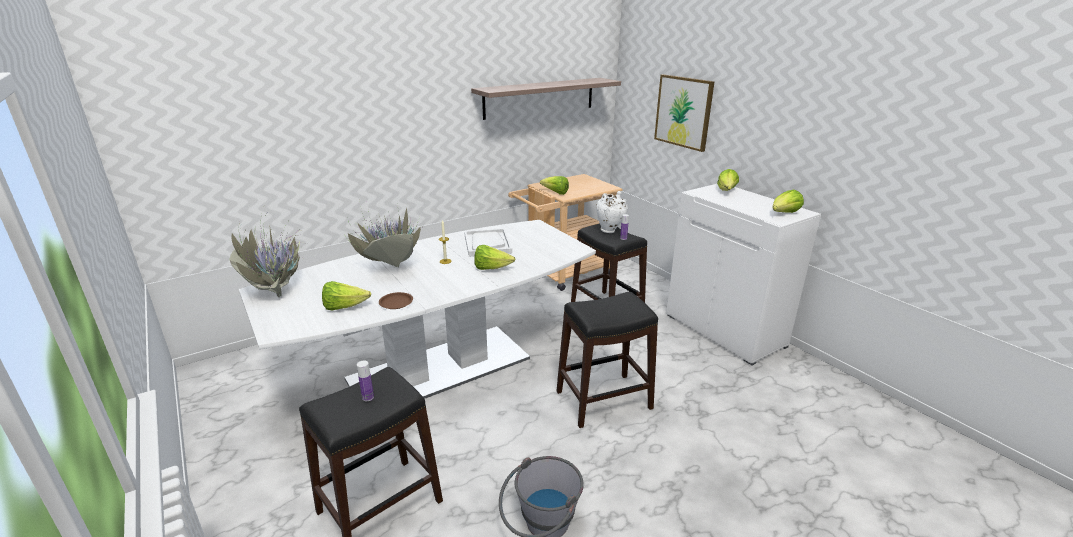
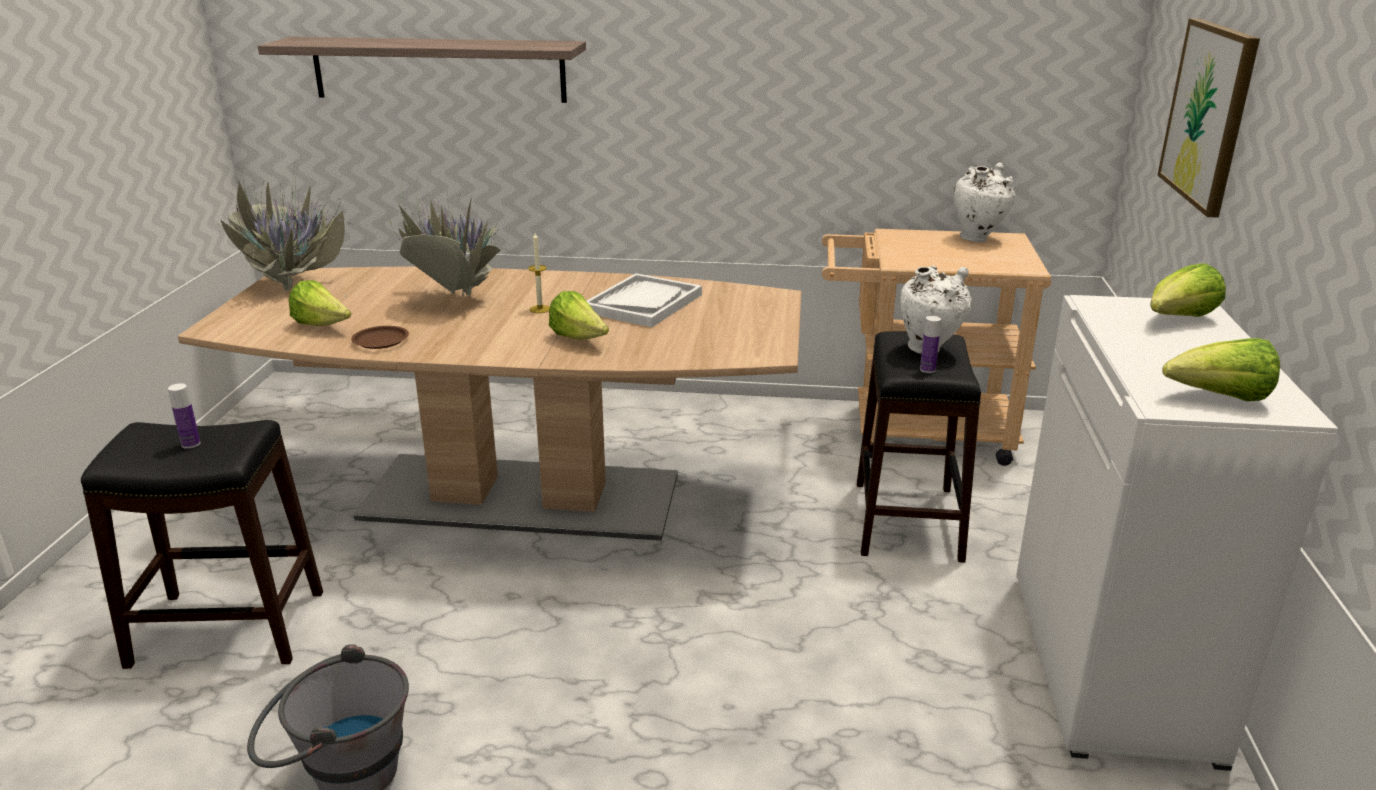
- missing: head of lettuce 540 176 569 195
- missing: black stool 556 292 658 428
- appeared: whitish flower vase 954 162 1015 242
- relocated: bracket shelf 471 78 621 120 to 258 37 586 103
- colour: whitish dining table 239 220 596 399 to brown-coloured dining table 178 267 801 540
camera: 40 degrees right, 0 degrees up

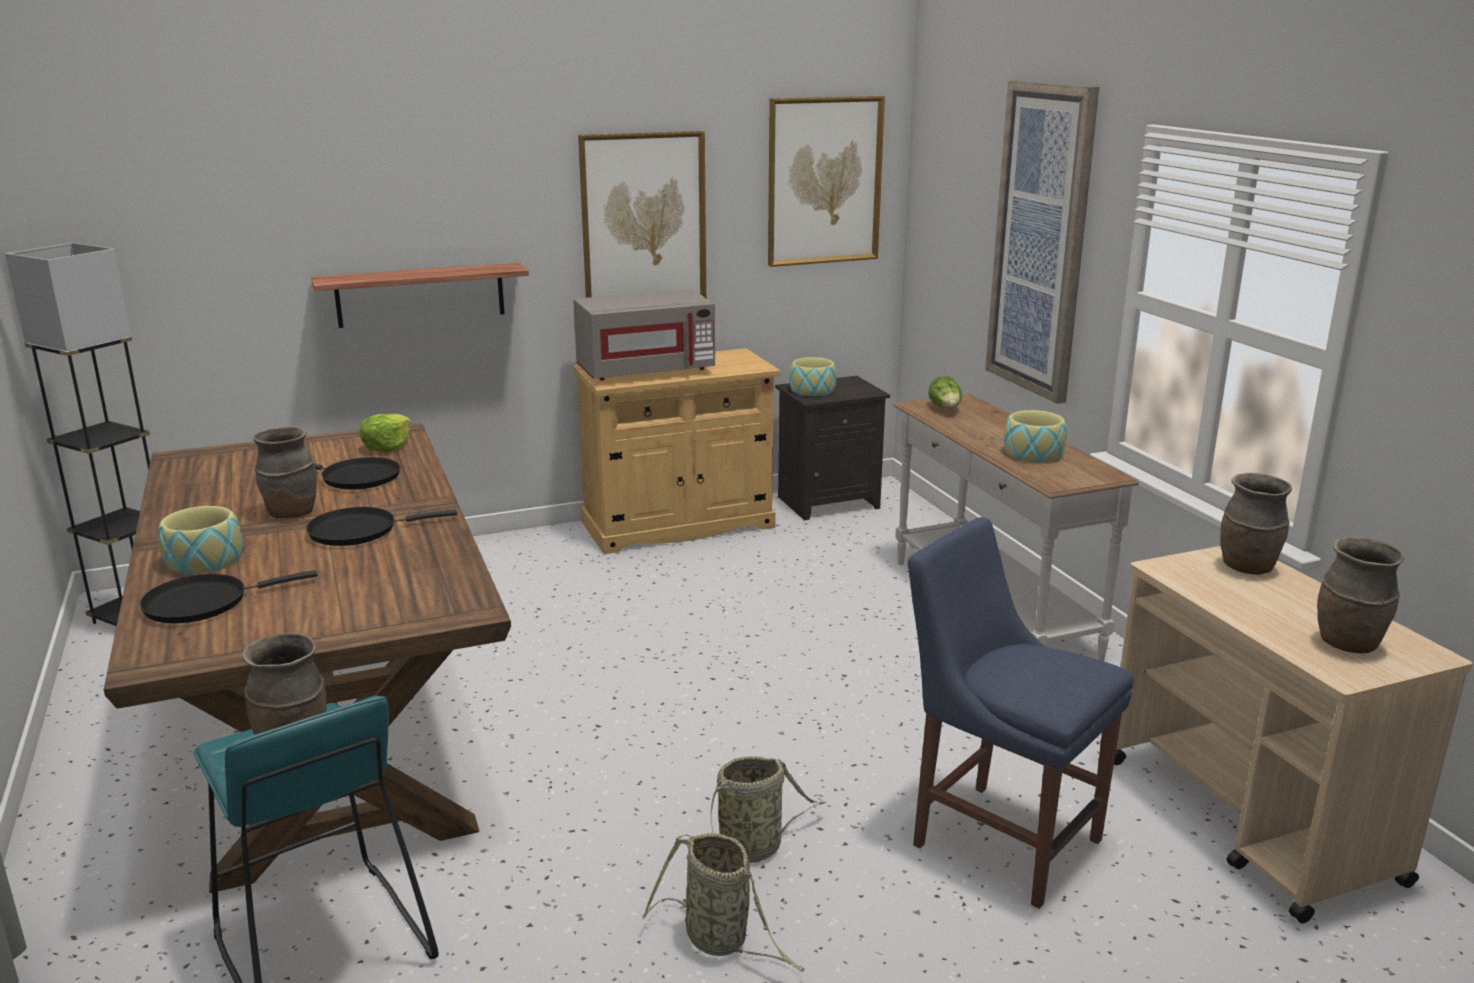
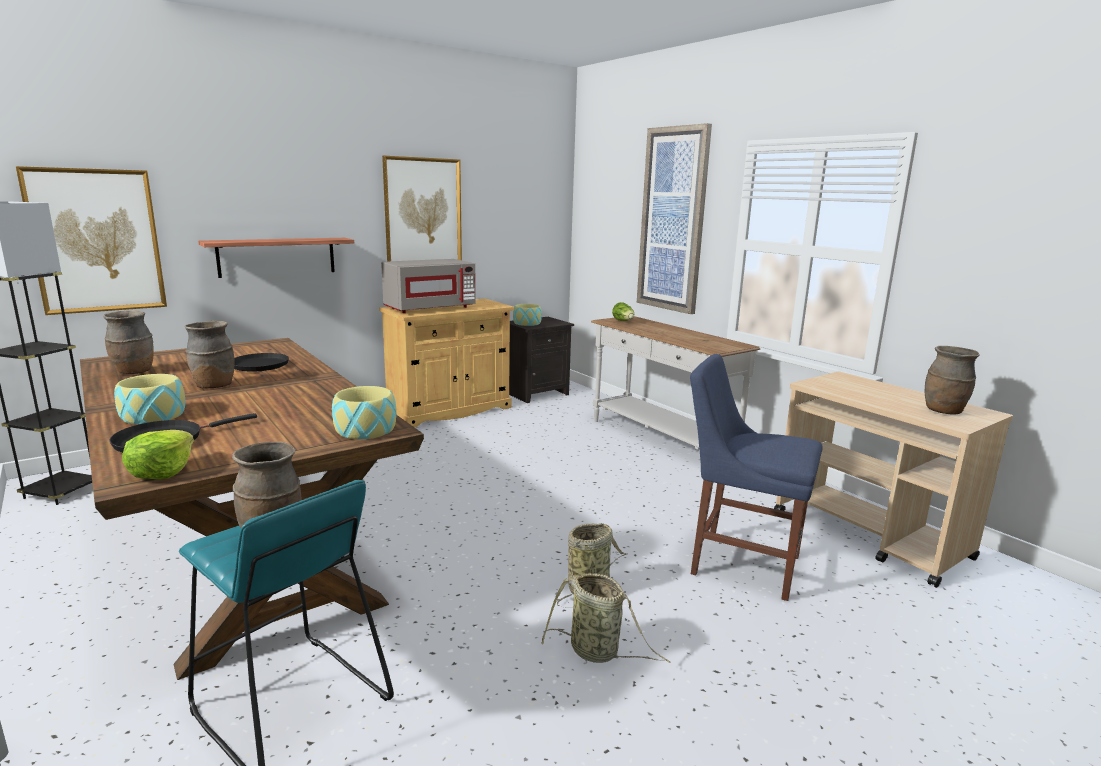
- missing: black frying pan 306 507 458 546
- relocated: head of lettuce 360 414 411 452 to 122 430 194 479
- relocated: wall picture 768 96 885 267 to 16 166 167 315
- relocated: bowl 1004 410 1067 462 to 332 386 397 439
- relocated: brown-coloured flower vase 1220 473 1292 574 to 103 310 154 374
camera: 15 degrees left, 5 degrees down

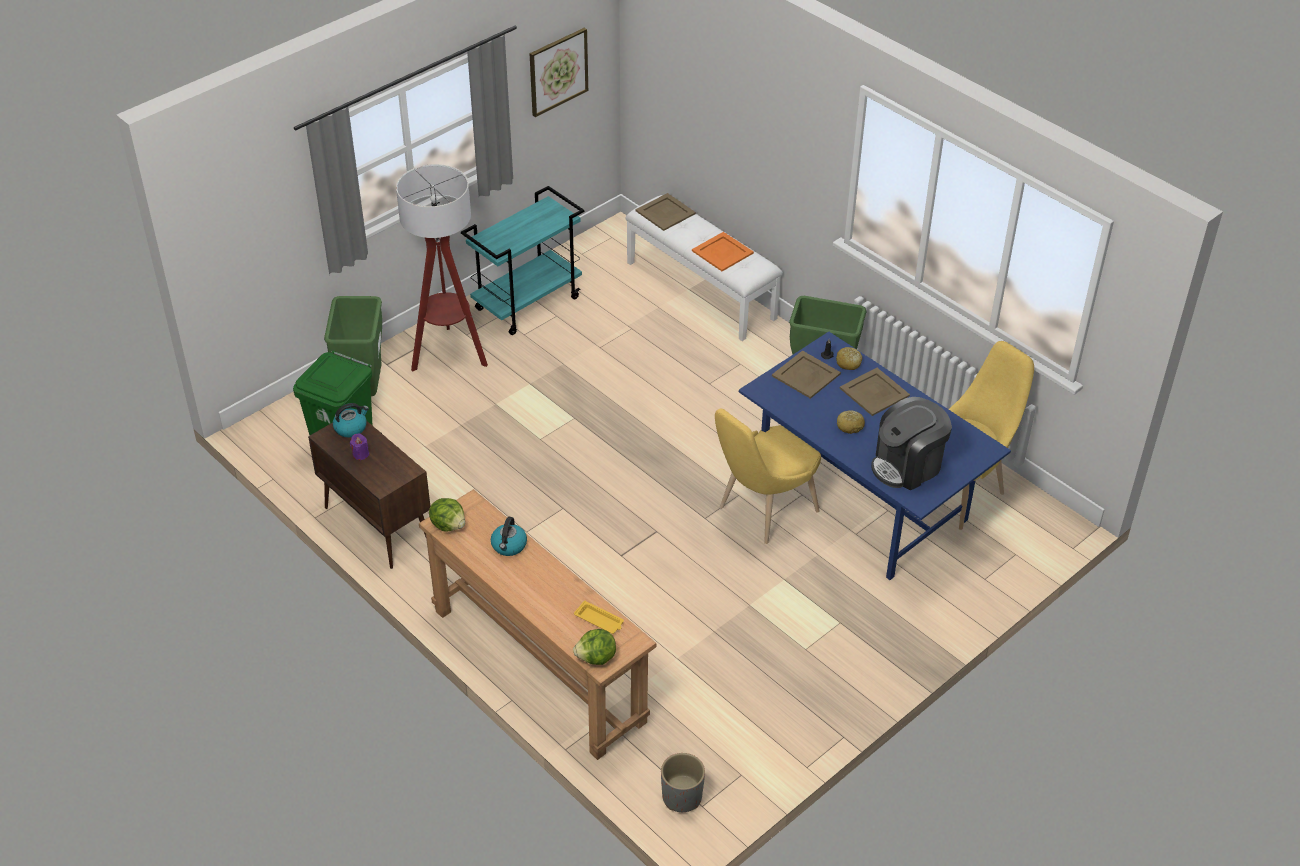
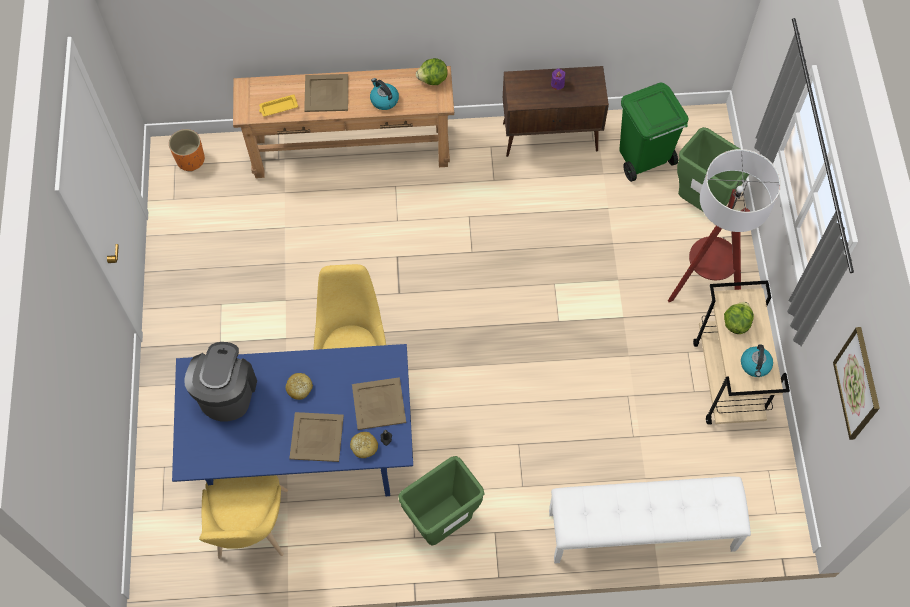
- missing: orange-coloured serving tray 692 232 754 271
- relocated: tea kettle 333 403 369 438 to 741 344 773 377
- relocated: head of lettuce 573 629 616 665 to 724 302 754 334
- relocated: beige serving tray 636 193 696 231 to 304 74 348 112
- colour: turquoise wheeled cart 461 186 584 335 to beige wheeled cart 693 281 790 424
- colour: grey flower pot 661 753 705 812 to orange-coloured flower pot 169 129 205 172
camera: 130 degrees right, 20 degrees up

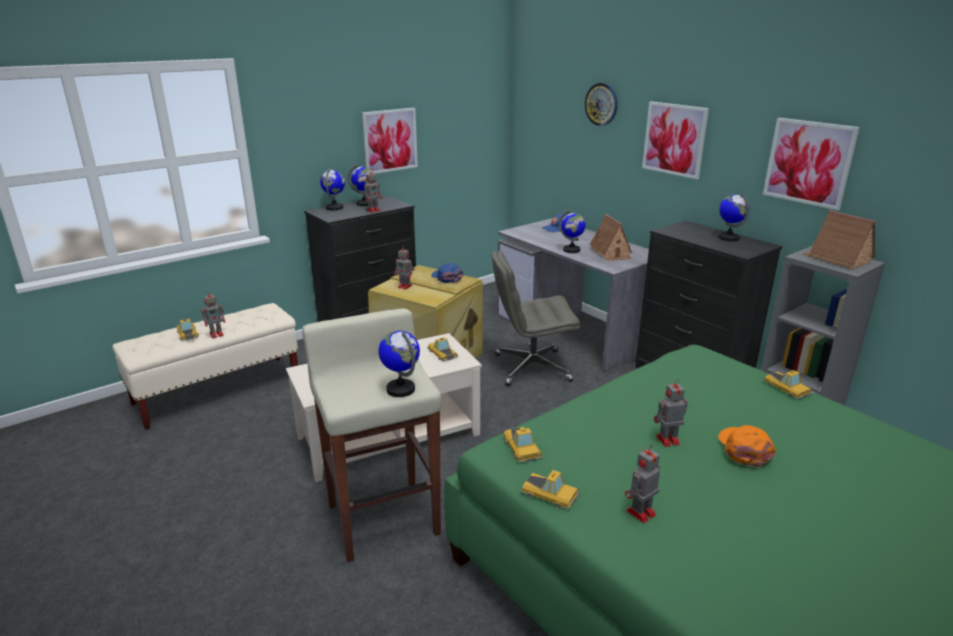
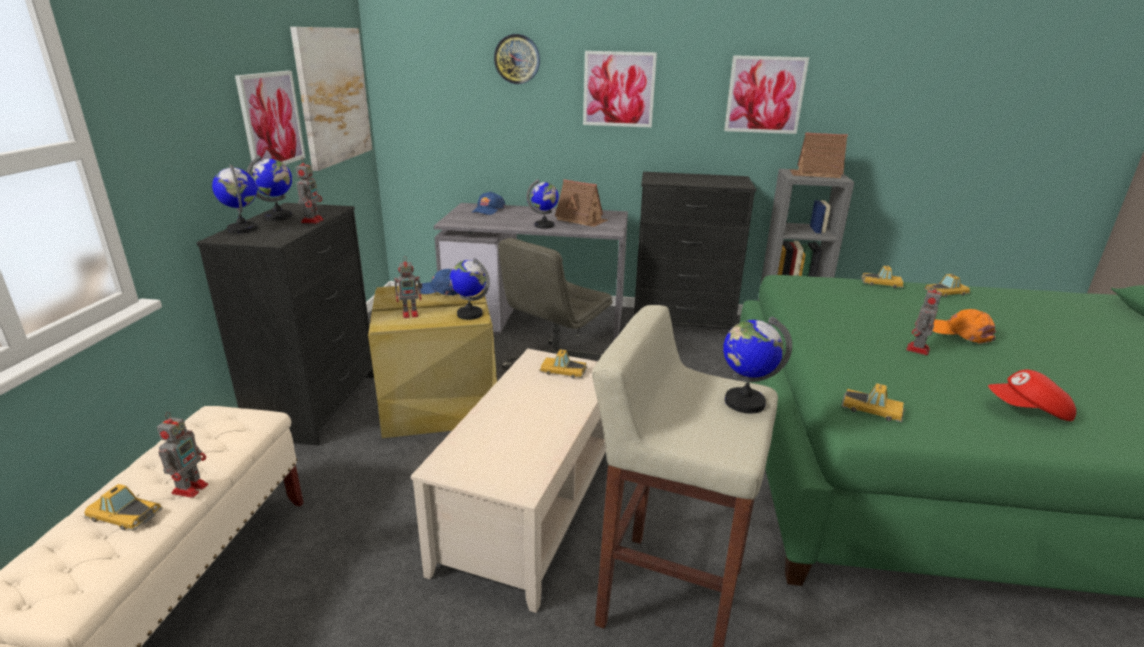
- appeared: wall picture 290 27 372 171
- relocated: toy car 521 470 580 509 to 924 274 970 297
- relocated: globe 719 193 749 241 to 450 258 490 320
- exchanged: toy robot 625 445 660 523 to reddish baseball cap 988 370 1076 421
camera: 45 degrees left, 0 degrees up

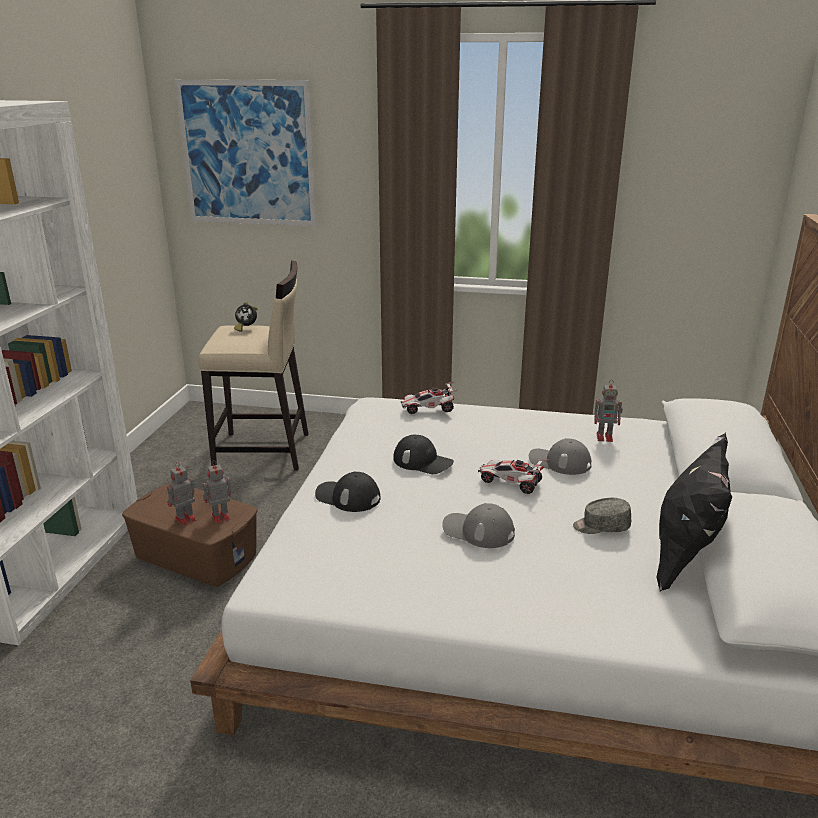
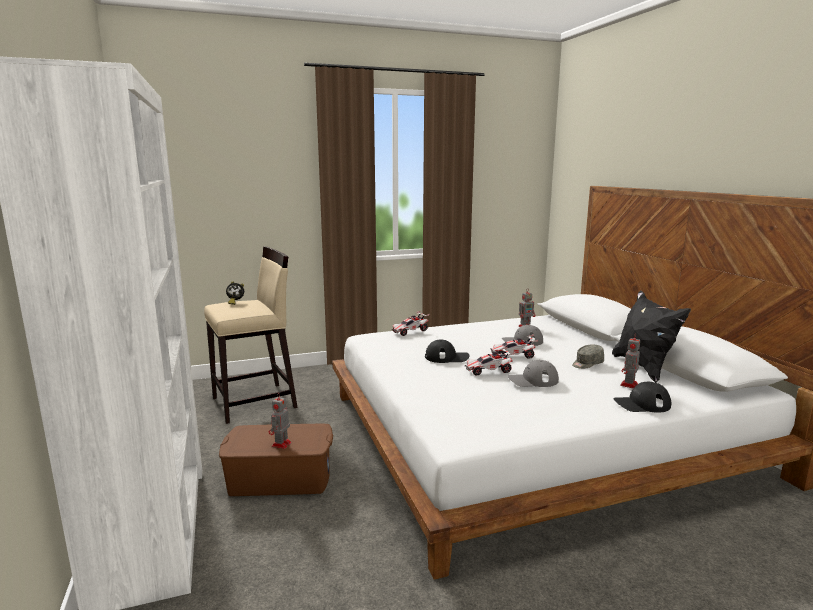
- missing: wall picture 174 79 317 226
- appeared: toy car 465 347 515 376
- relocated: toy robot 203 460 231 524 to 620 333 640 388
- relocated: black baseball cap 315 472 381 512 to 613 382 671 413
camera: 30 degrees left, 10 degrees down

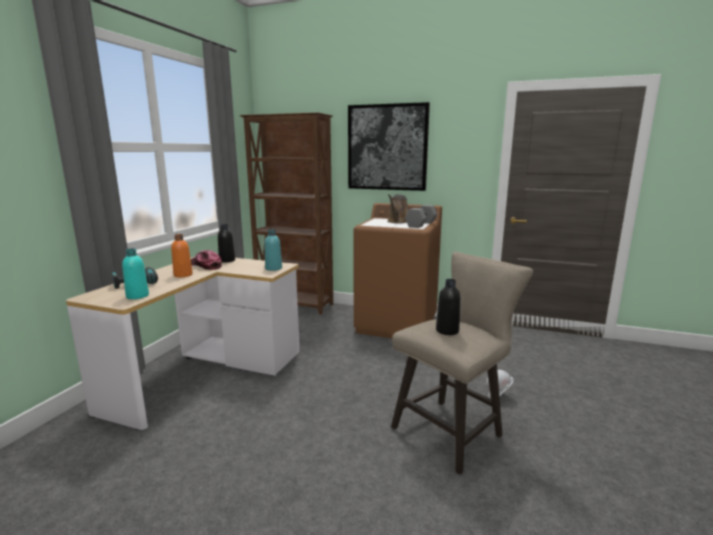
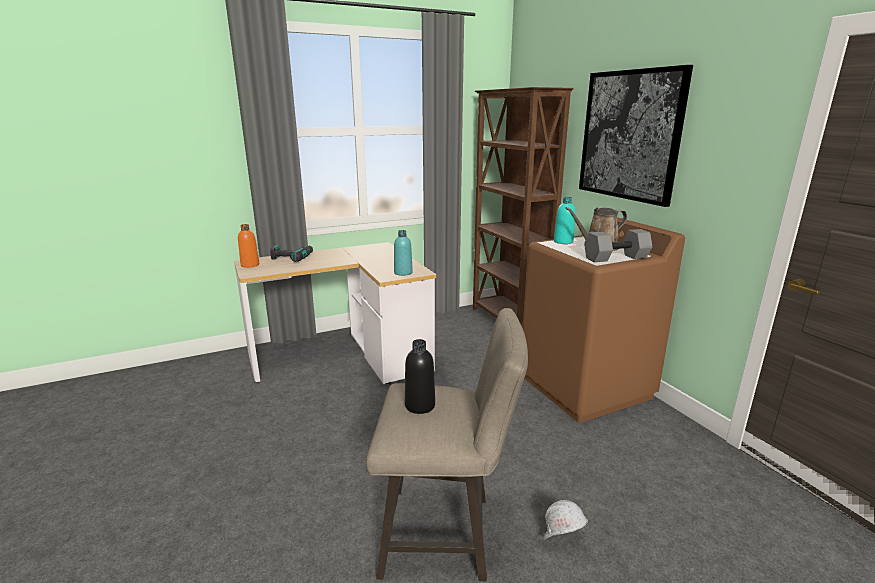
- missing: baseball cap 191 250 222 270
- missing: black beverage bottle 218 224 235 263
- relocated: turquoise beverage bottle 122 248 149 299 to 554 197 575 244
- relocated: orange-coloured beverage bottle 171 234 193 277 to 238 224 259 268
camera: 45 degrees right, 5 degrees up

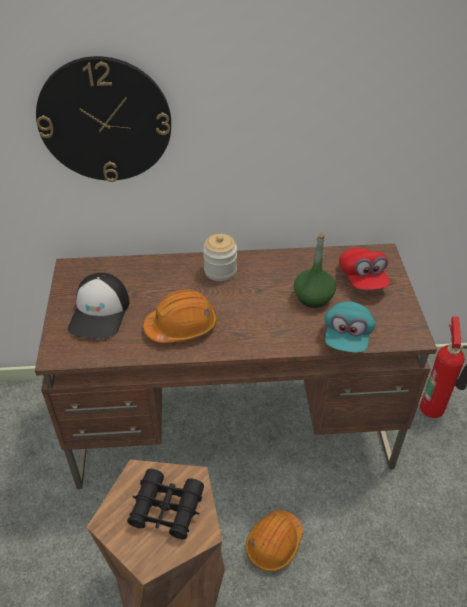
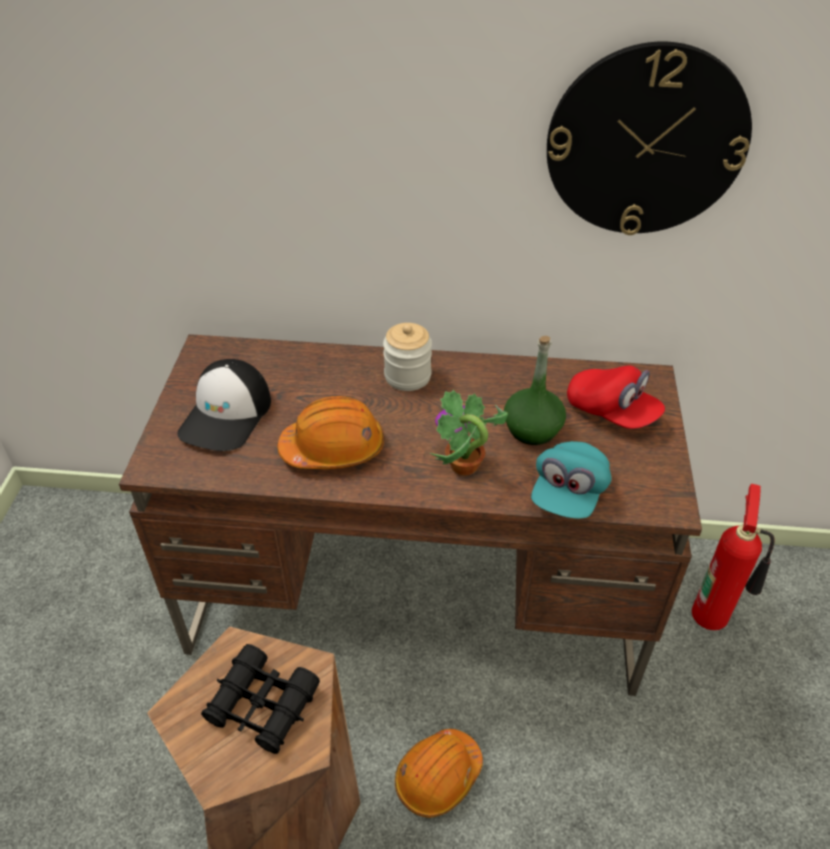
- appeared: plant in a pot 430 390 508 476
- relocated: hanging clock 36 56 171 182 to 547 42 752 235
- spun: reddish baseball cap 339 248 391 290 = 567 366 665 429 45 degrees counterclockwise
camera: 10 degrees right, 0 degrees up

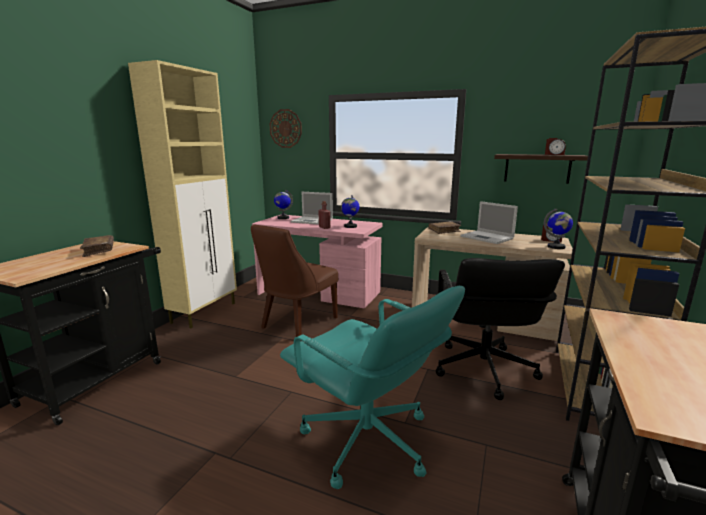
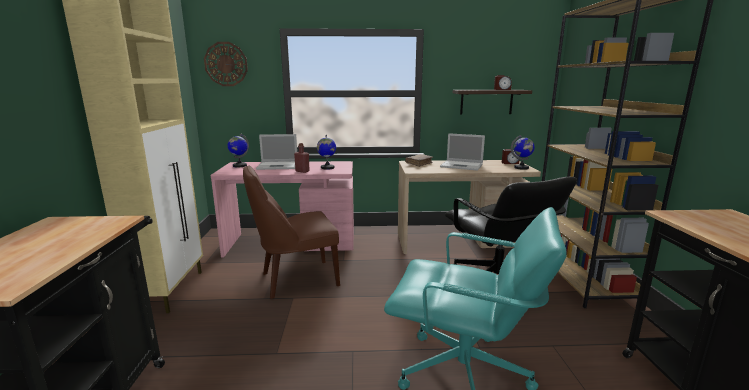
- missing: brown-coloured book 80 235 114 257
- spun: brown-coloured upright chair 251 225 338 337 = 243 166 340 299 60 degrees clockwise
camera: 25 degrees left, 0 degrees up

